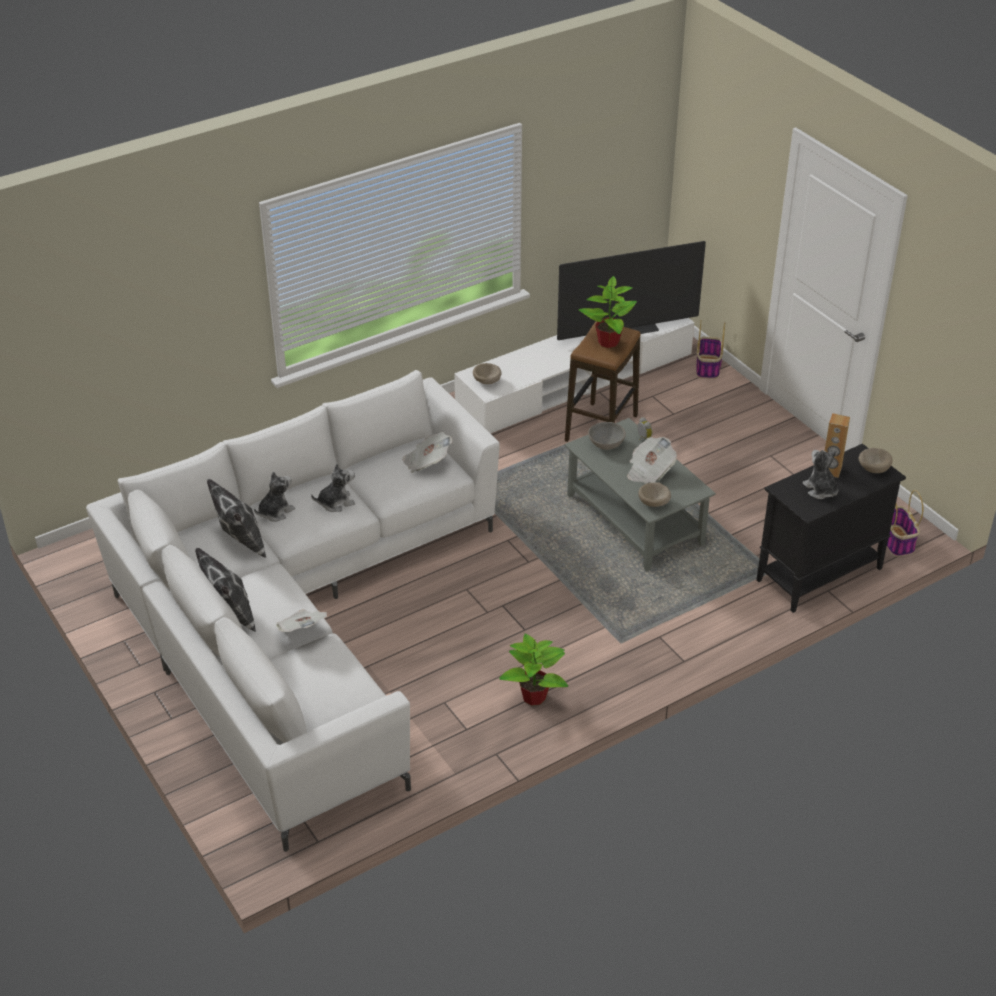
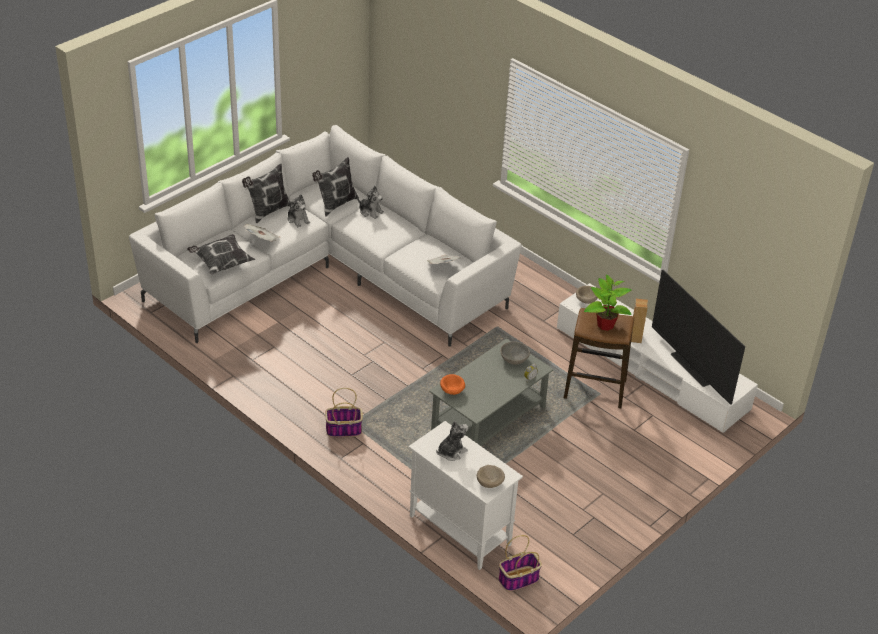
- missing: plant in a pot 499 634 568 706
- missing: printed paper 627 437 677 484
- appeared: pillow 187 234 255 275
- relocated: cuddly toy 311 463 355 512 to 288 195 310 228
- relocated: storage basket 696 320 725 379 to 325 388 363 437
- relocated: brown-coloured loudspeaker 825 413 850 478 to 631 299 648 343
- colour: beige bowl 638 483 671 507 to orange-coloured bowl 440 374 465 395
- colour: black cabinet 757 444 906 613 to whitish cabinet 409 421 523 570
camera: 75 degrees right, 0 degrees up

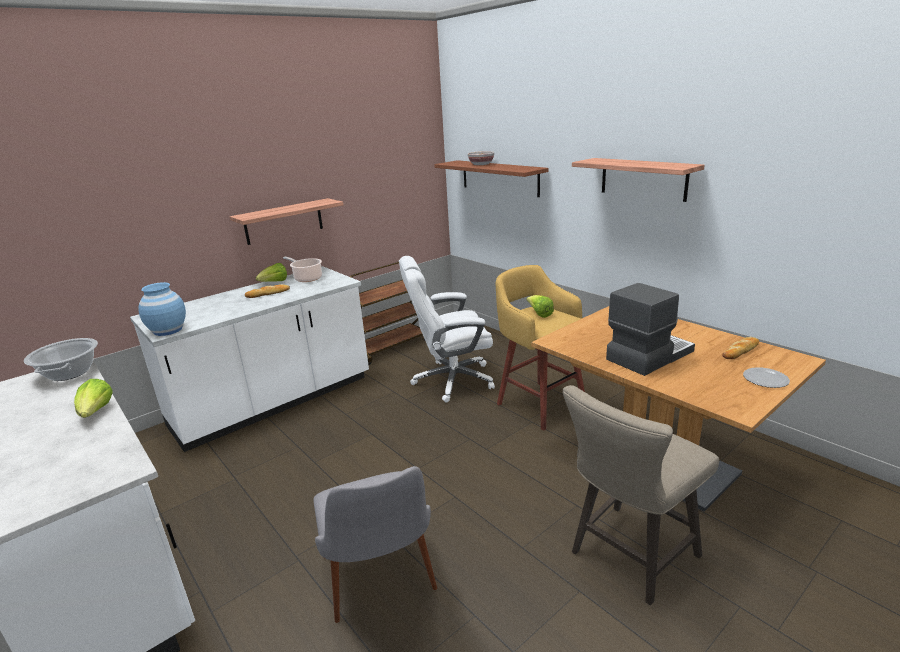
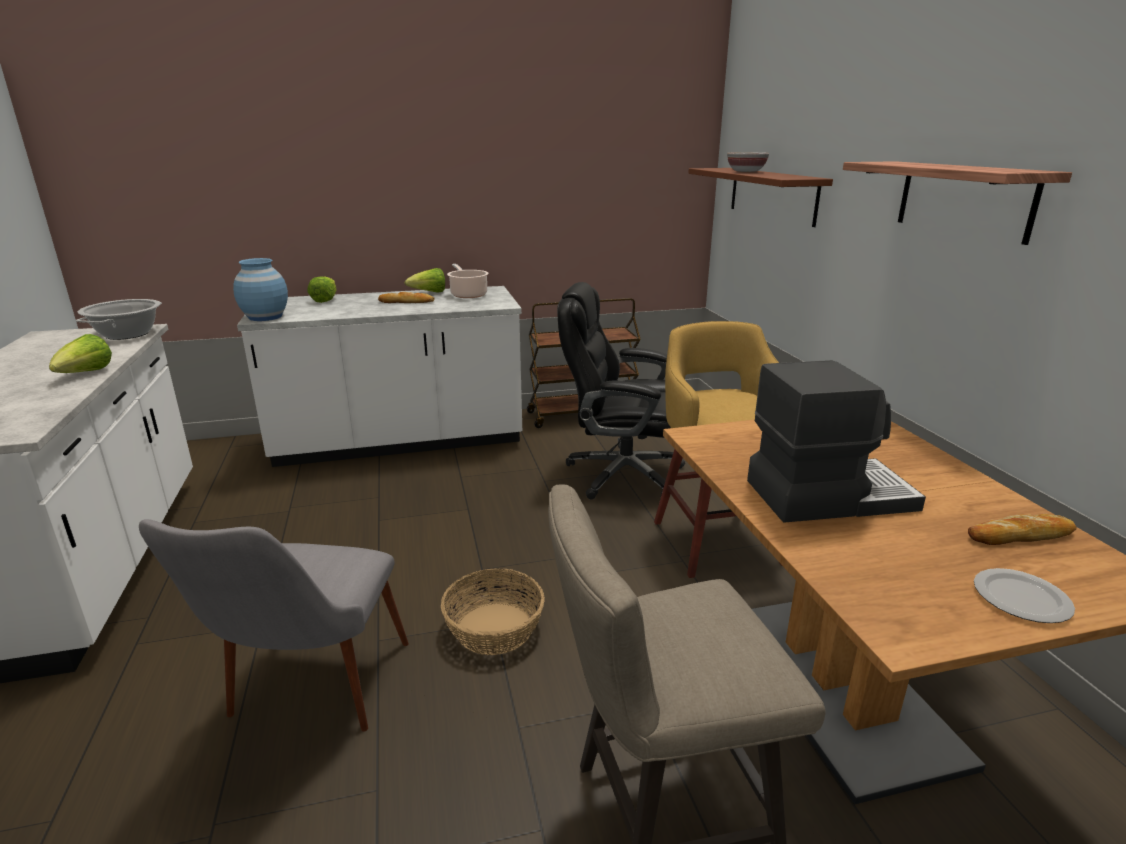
- missing: bracket shelf 230 198 344 245
- appeared: storage basket 441 569 545 655
- relocated: head of lettuce 526 295 554 318 to 307 277 337 303
- colour: whitish office chair 399 256 495 402 to black office chair 557 282 685 499
camera: 25 degrees right, 0 degrees up

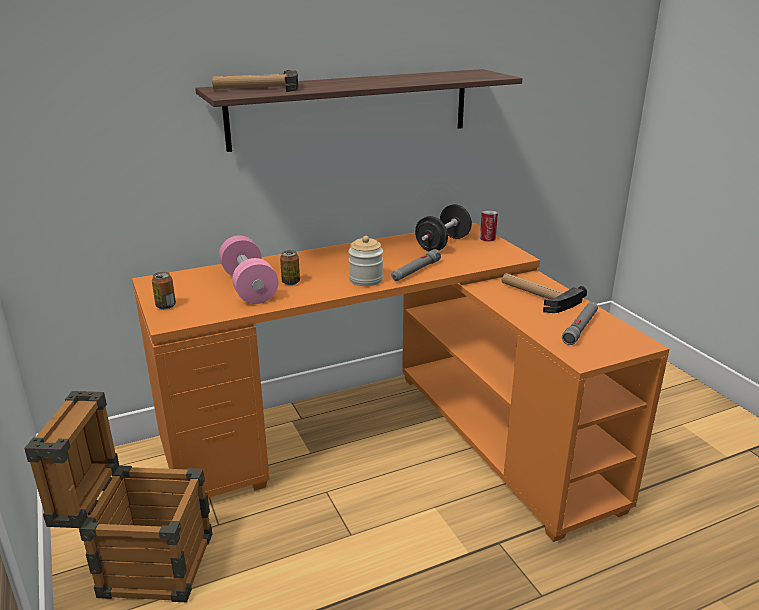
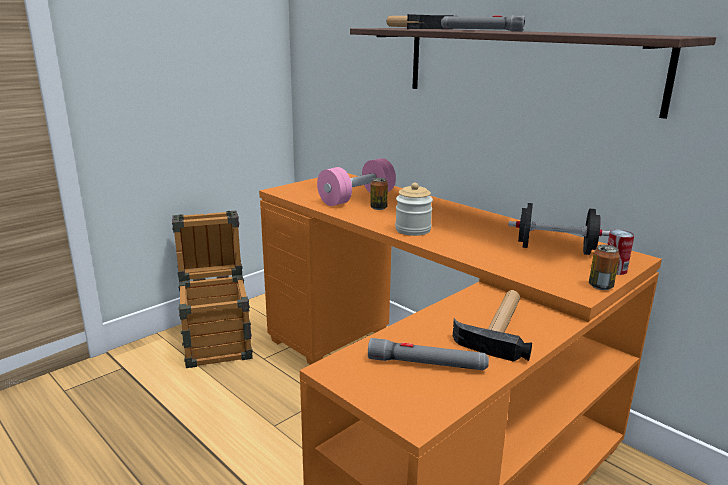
- relocated: metal can 152 272 176 309 to 589 245 620 290
- relocated: grey flashlight 391 249 441 281 to 441 15 525 31
camera: 70 degrees right, 5 degrees down

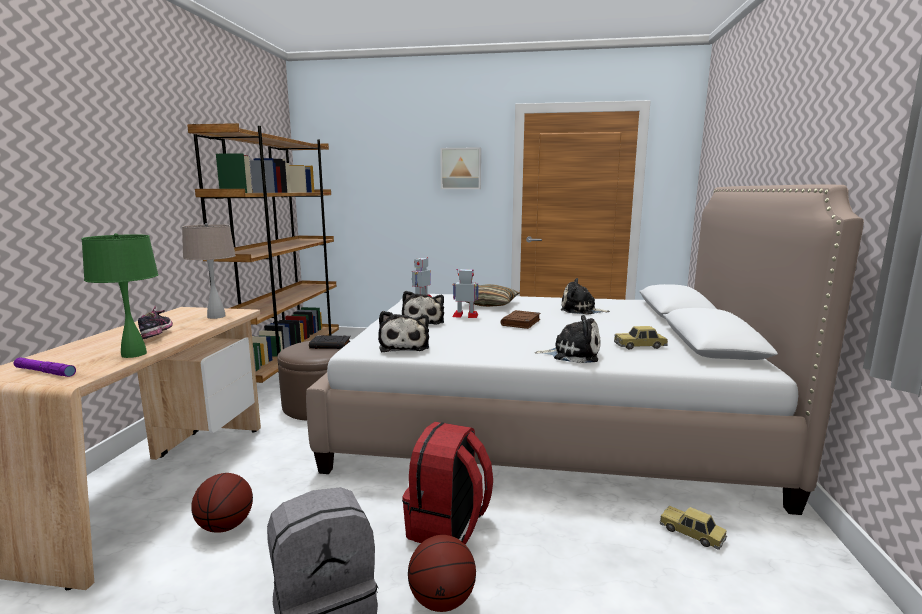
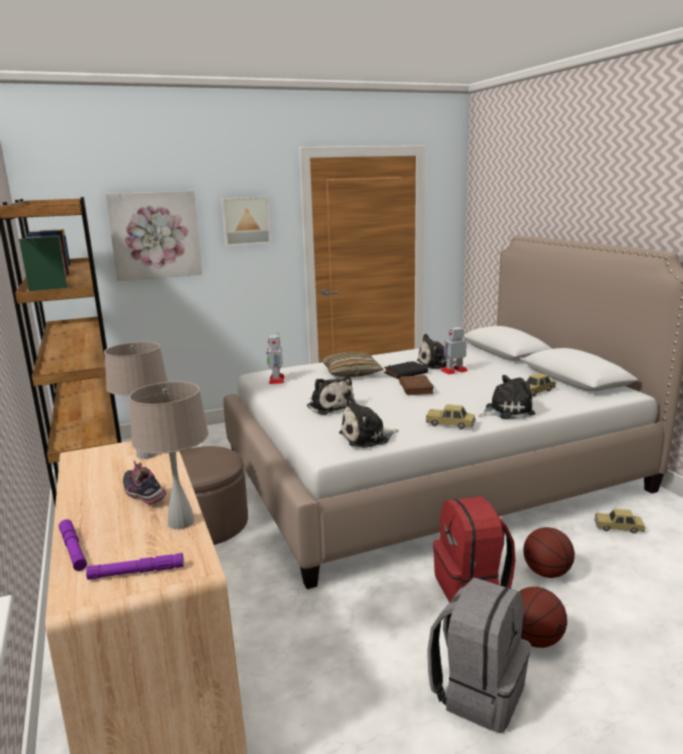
- appeared: purple flashlight 59 519 87 571
- appeared: wall picture 105 191 202 281
- appeared: toy car 426 404 476 429
- relocated: ball for basketball 191 473 253 533 to 523 527 575 578
- relocated: black book 309 335 351 349 to 384 361 428 379
- relocated: toy robot 452 269 479 318 to 441 327 468 375
- colour: greenish lamp for a table 81 233 159 358 to beige lamp for a table 129 381 208 529
- spun: cuddly toy 378 311 429 352 = 339 396 399 448 105 degrees clockwise
camera: 30 degrees left, 5 degrees up

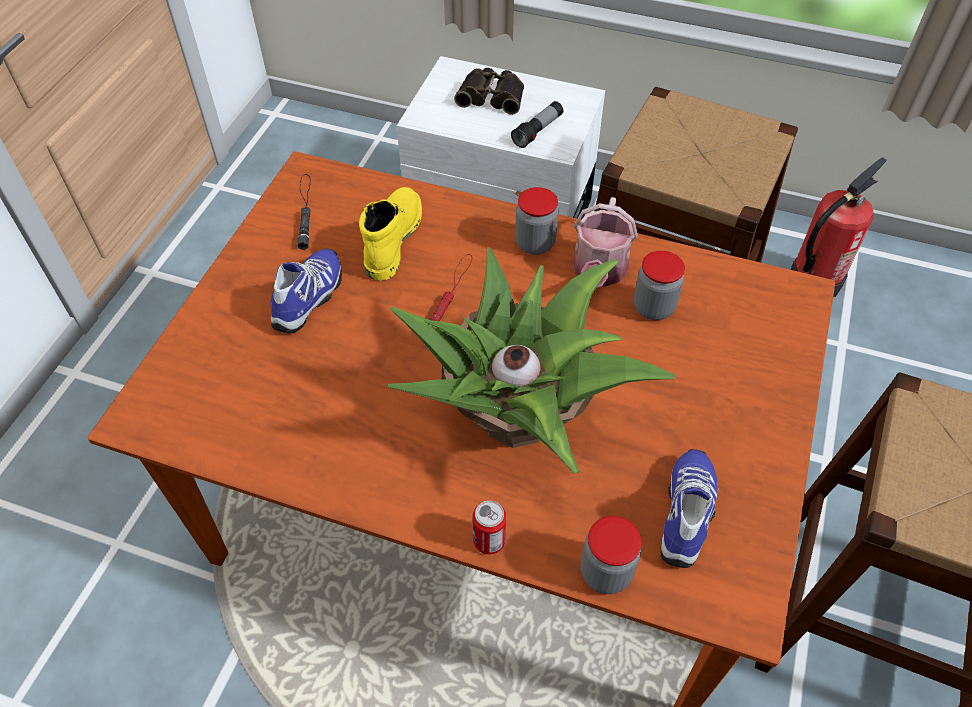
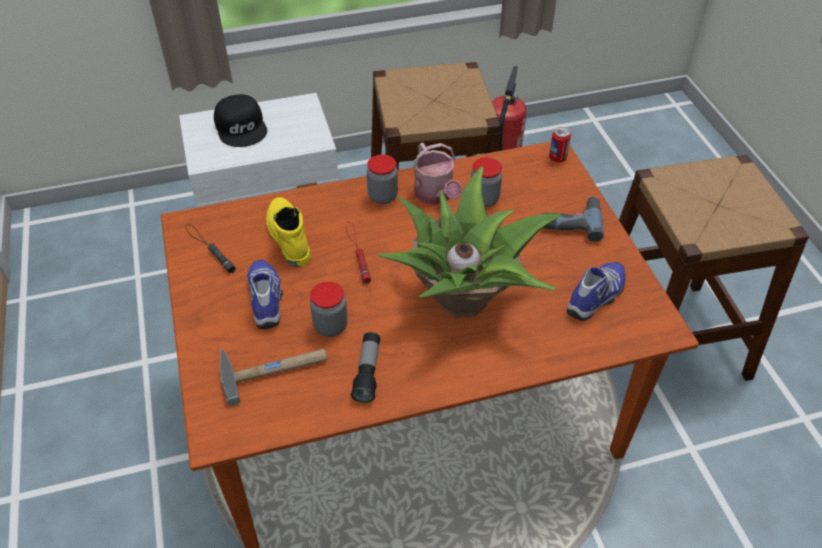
- appeared: tool hammer 220 349 327 405
- appeared: electric drill 542 196 604 242
- relocated: metal can 473 501 506 555 to 549 127 571 162
- relocated: flashlight 511 101 563 148 to 351 332 380 403
- relocated: storage jar 581 516 642 594 to 310 282 348 337
- exchanged: binoculars 454 68 524 115 to black baseball cap 214 94 267 147
- spun: shoe 661 449 718 568 = 567 262 626 321 60 degrees clockwise
camera: 35 degrees left, 5 degrees down

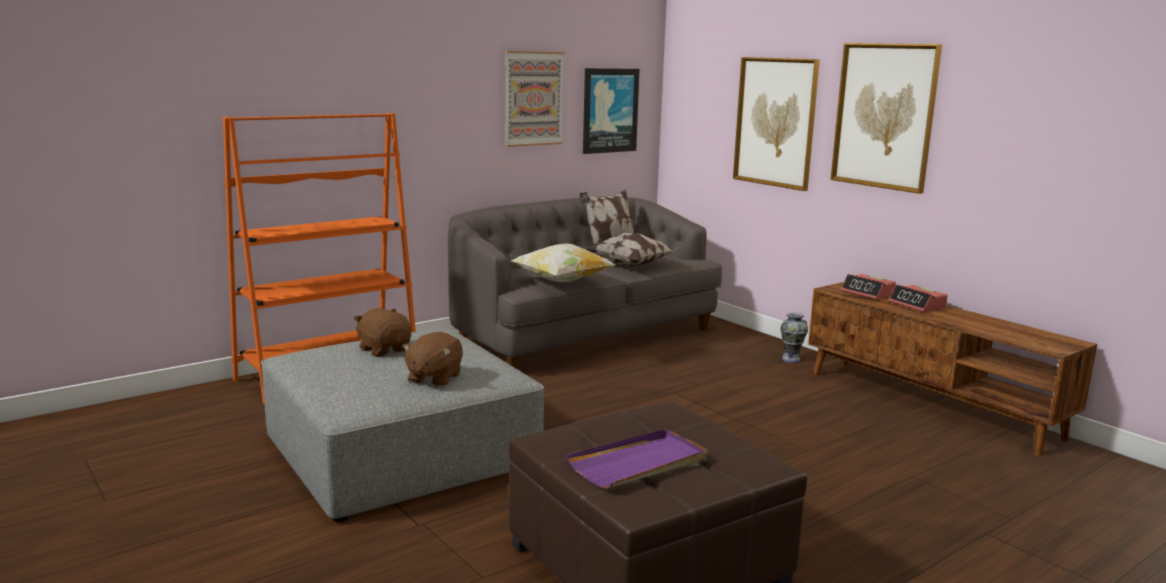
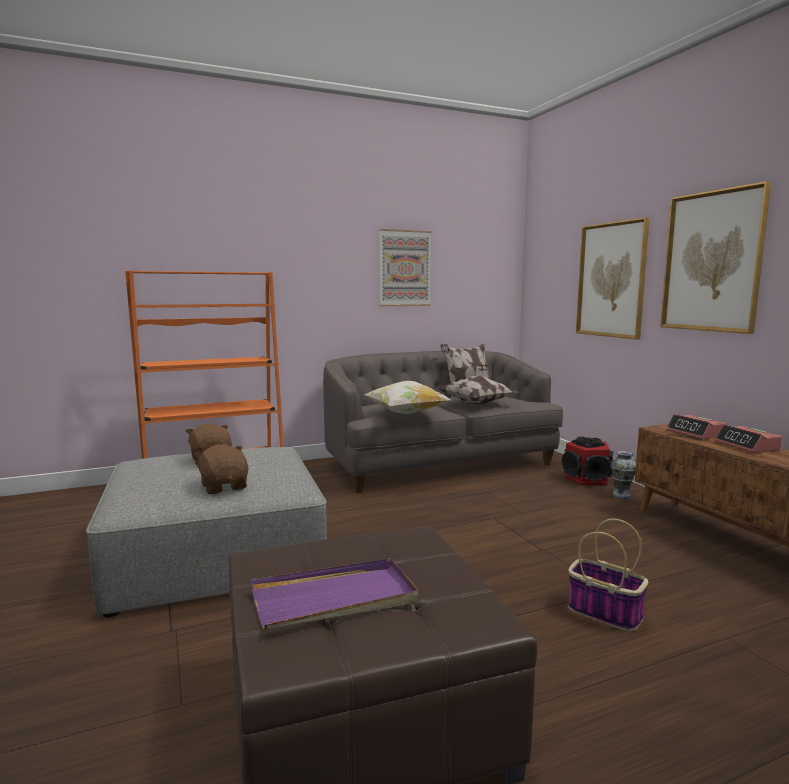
- missing: wall picture 583 68 639 154
- appeared: loudspeaker 562 437 614 485
- appeared: storage basket 568 518 648 631
- spun: brown-coloured cuddly toy 402 332 463 387 = 194 444 249 494 120 degrees clockwise
camera: 15 degrees right, 5 degrees down

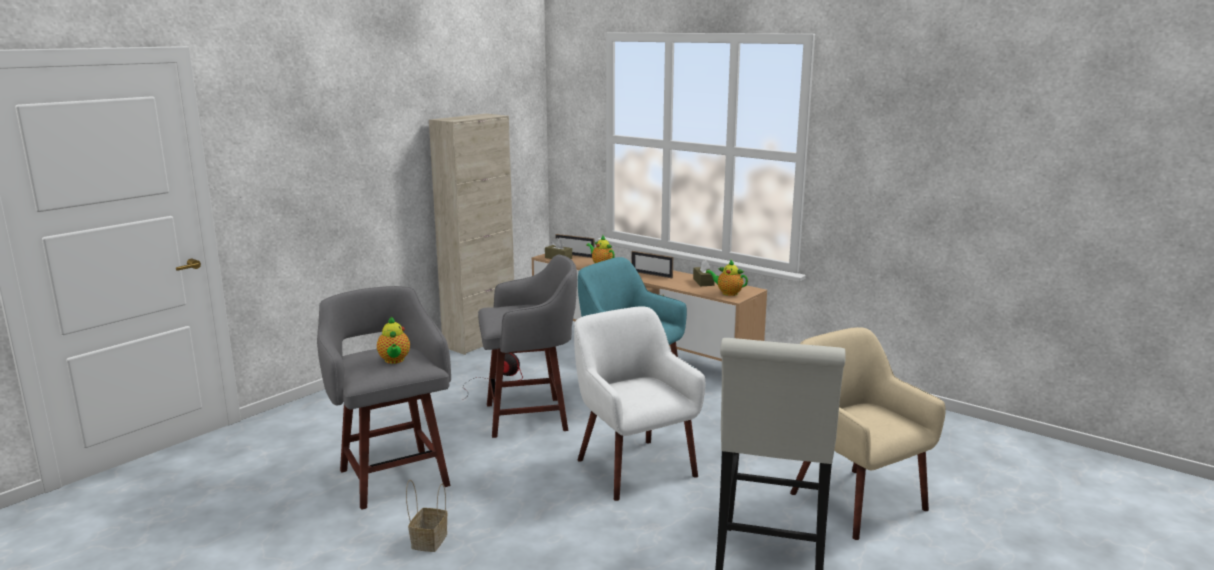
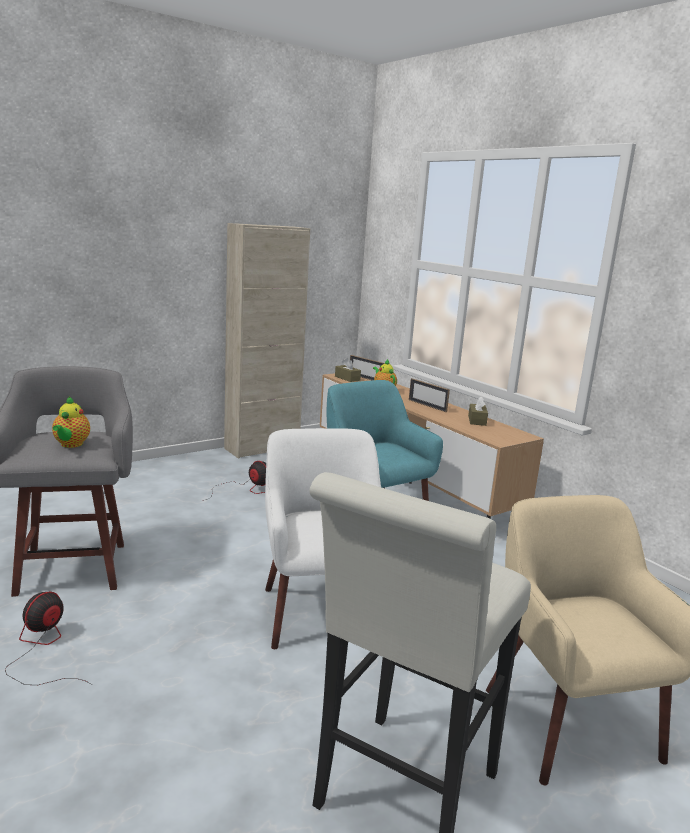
- missing: grey stool 478 255 577 438
- missing: pot for tea 706 260 748 296
- exchanged: storage basket 406 480 447 552 to cooling fan 5 591 92 685
camera: 15 degrees right, 0 degrees up

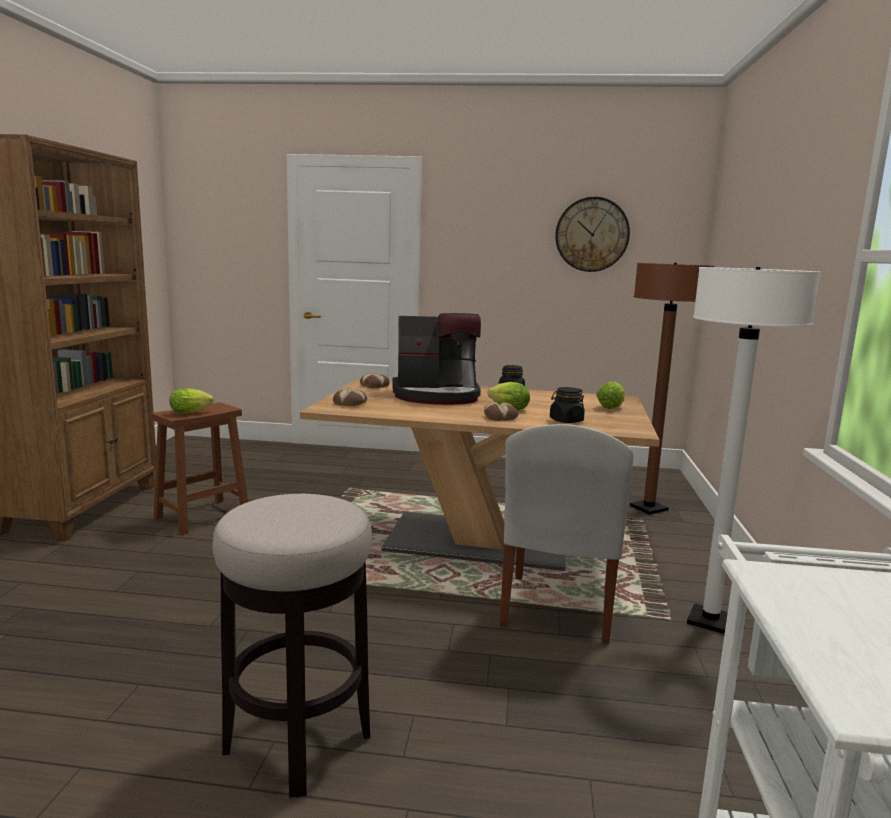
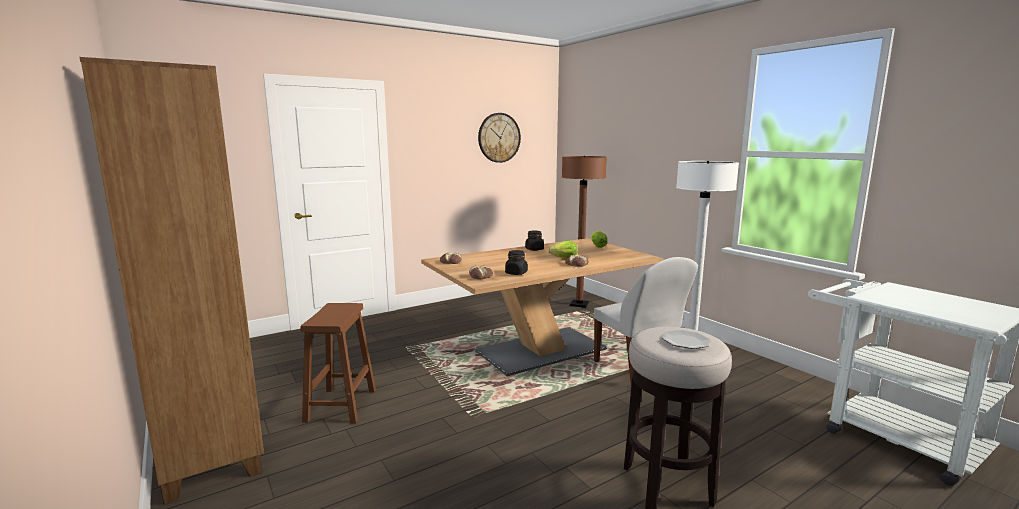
- missing: head of lettuce 170 388 213 414
- missing: coffee brewer 392 313 481 405
- appeared: plate 662 330 710 349
- relocated: black storage jar 550 387 585 423 to 505 250 528 275
camera: 40 degrees left, 0 degrees up

